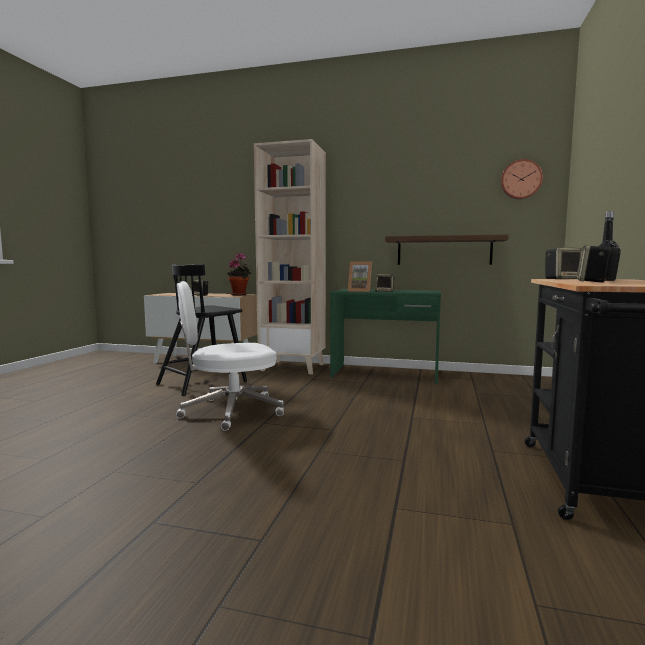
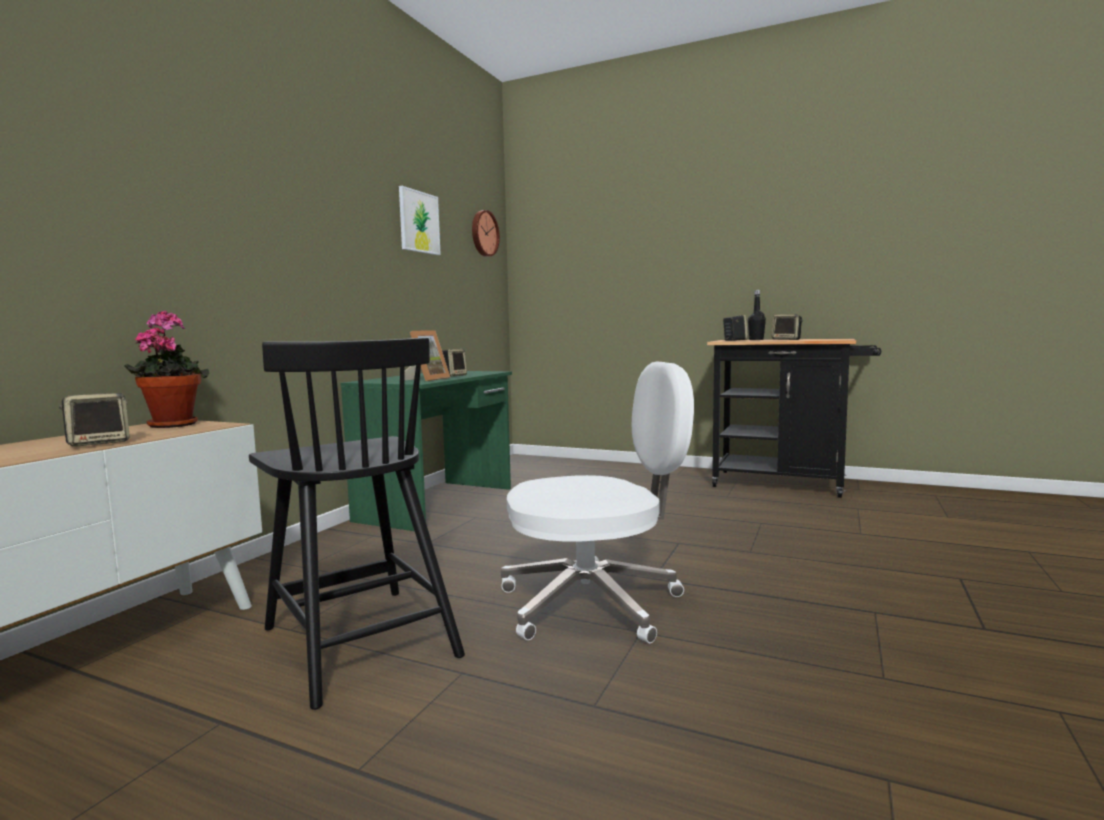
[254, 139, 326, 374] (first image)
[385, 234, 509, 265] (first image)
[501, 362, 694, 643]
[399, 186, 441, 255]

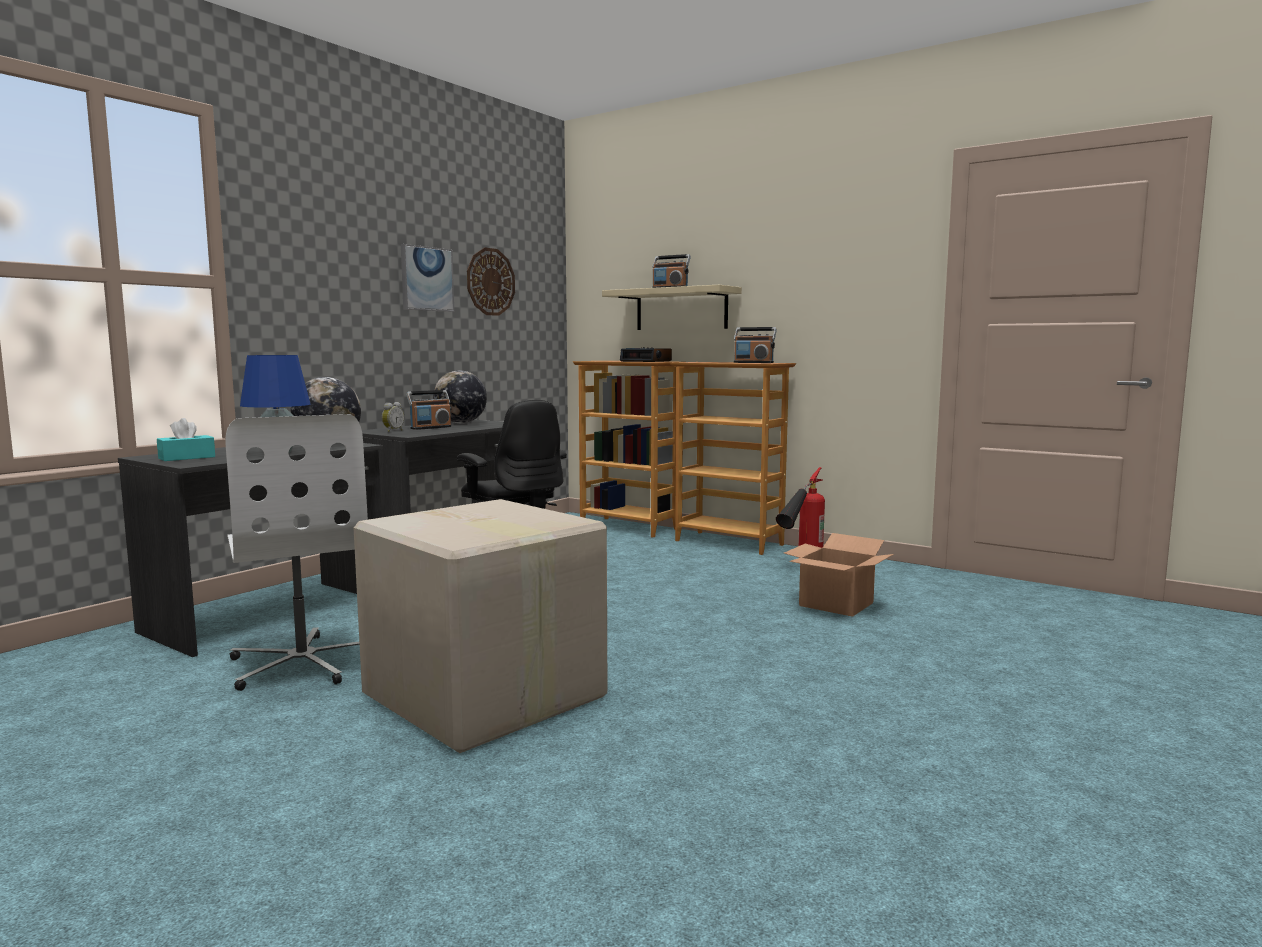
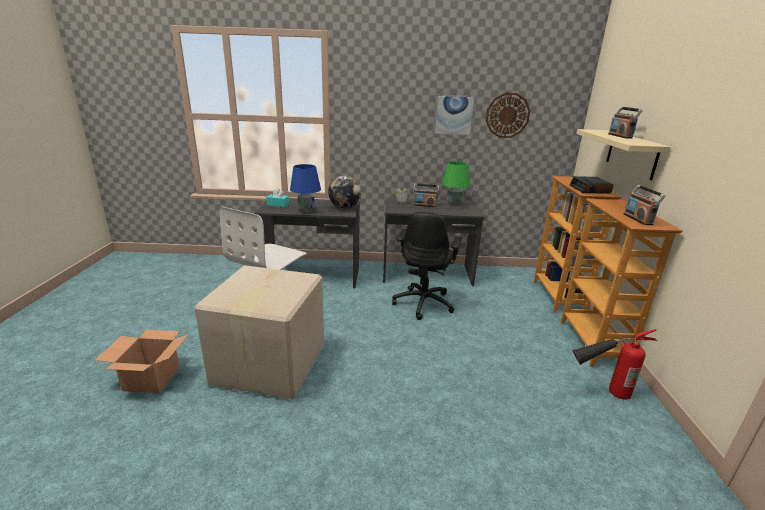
[442, 161, 470, 206]
[95, 330, 189, 393]

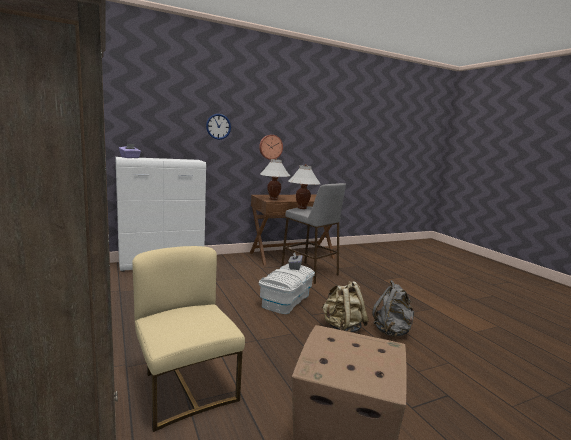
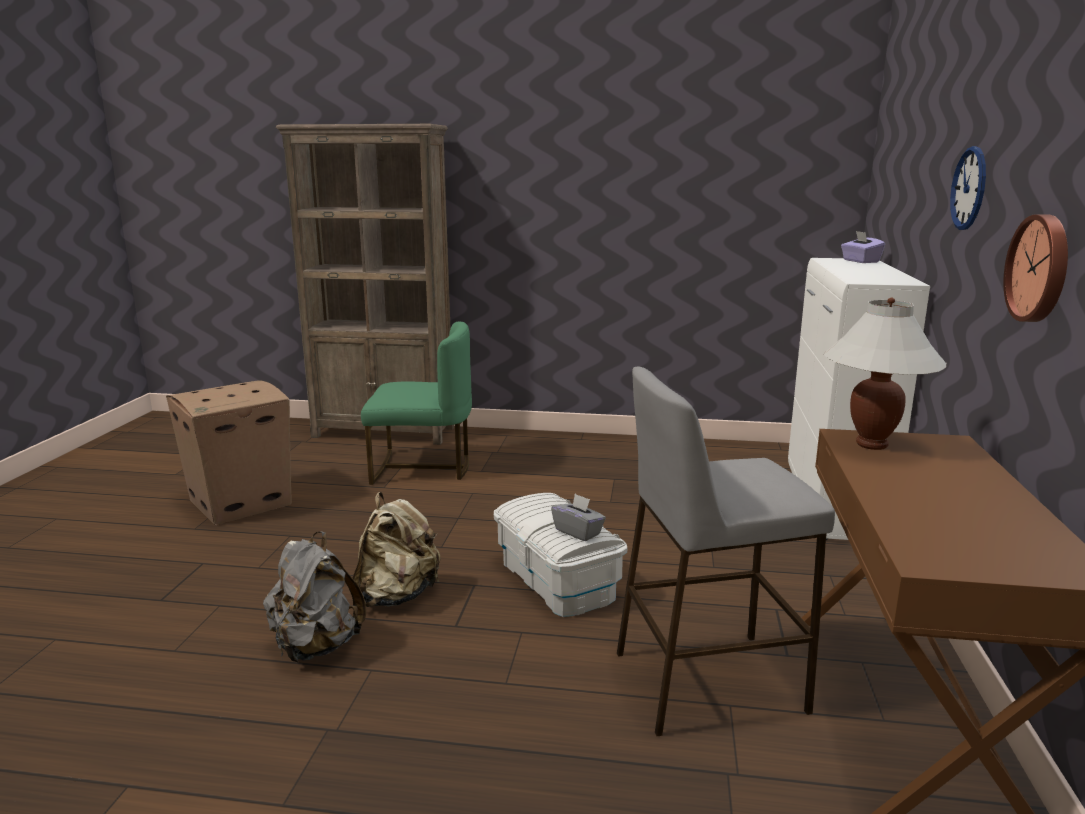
[288, 164, 321, 209] (first image)
[361, 322, 472, 485]

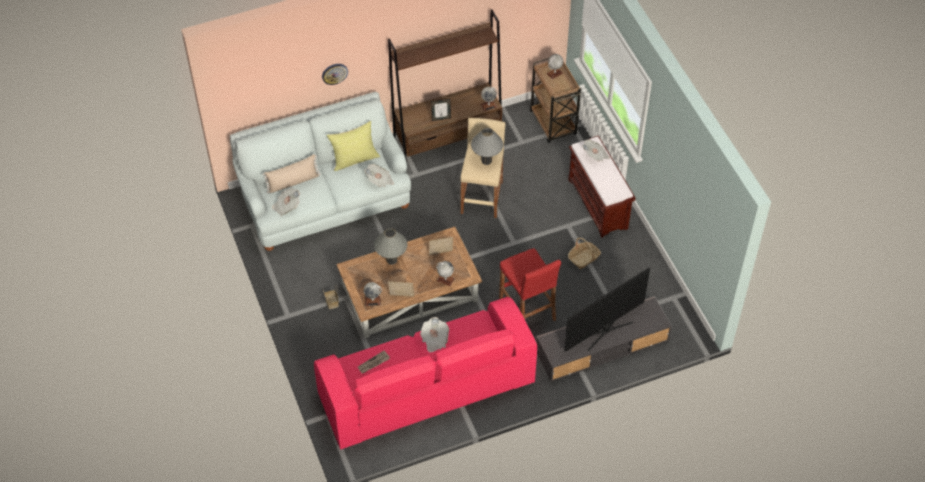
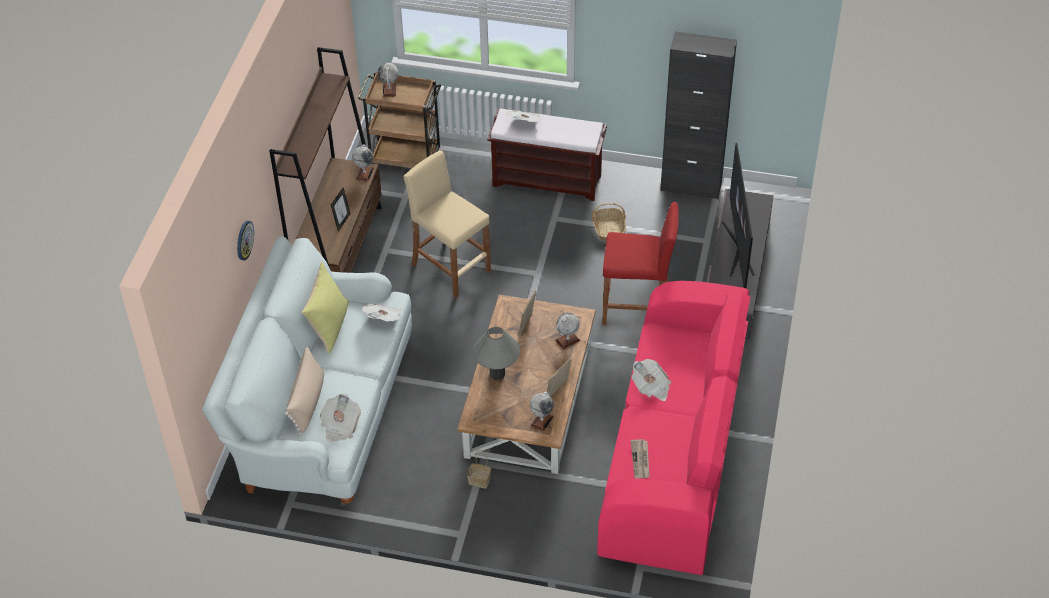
[471, 128, 503, 165] (first image)
[660, 31, 737, 199]

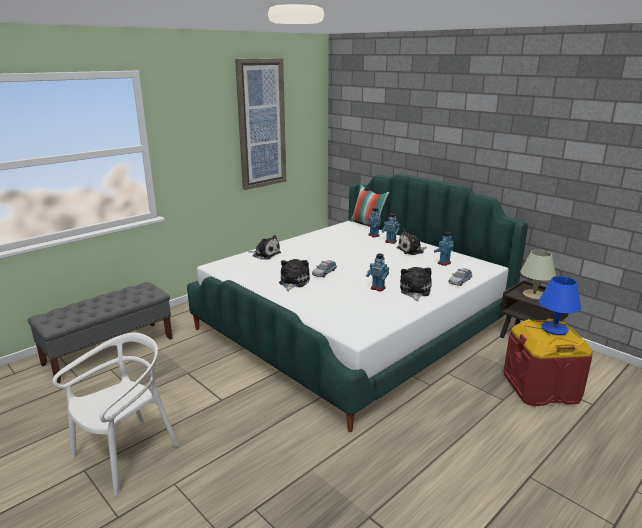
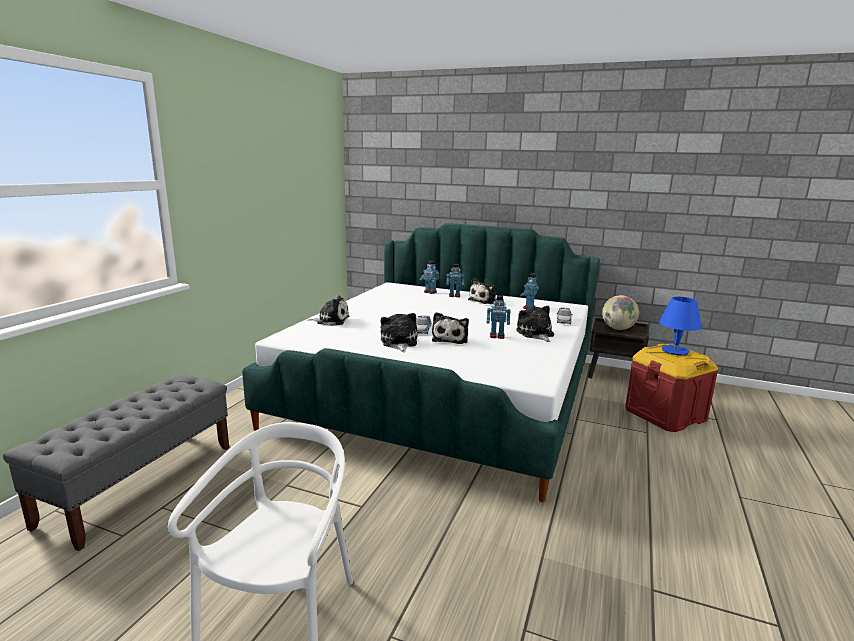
[235, 58, 286, 190] (first image)
[350, 185, 390, 227] (first image)
[602, 295, 639, 330]
[432, 312, 469, 344]

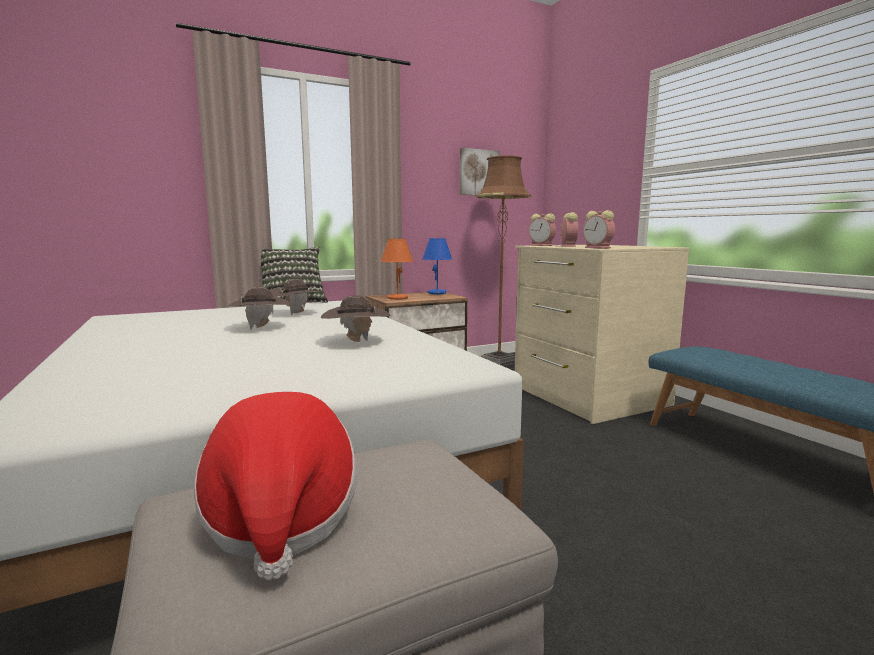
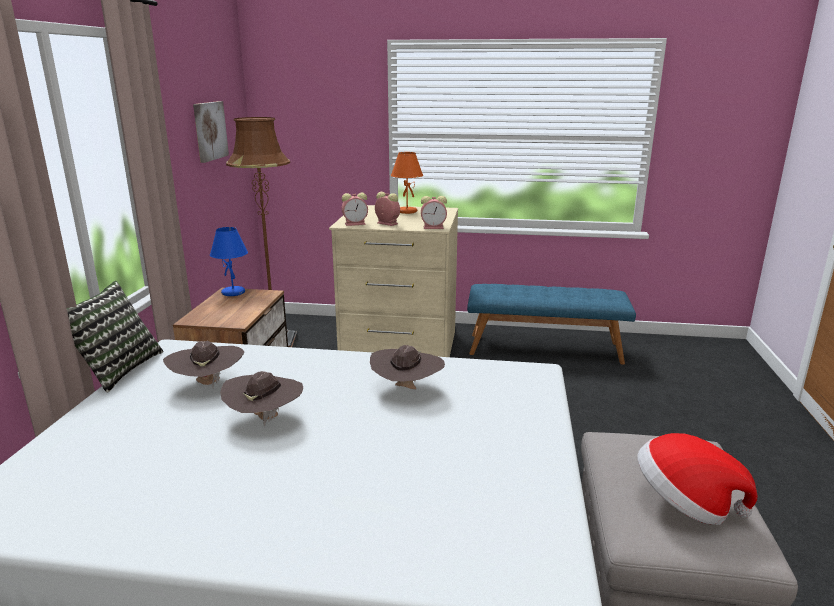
[391, 152, 423, 214]

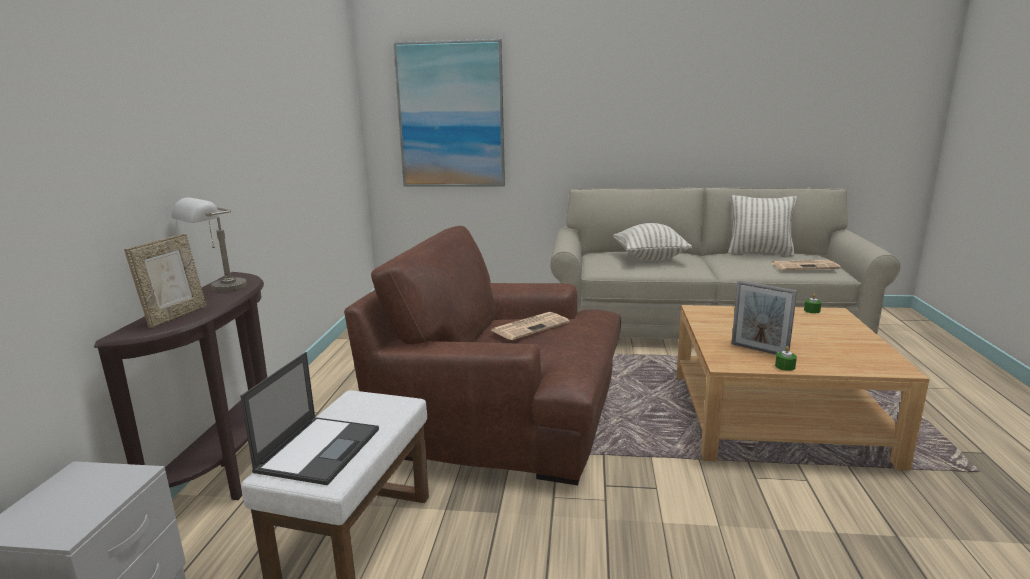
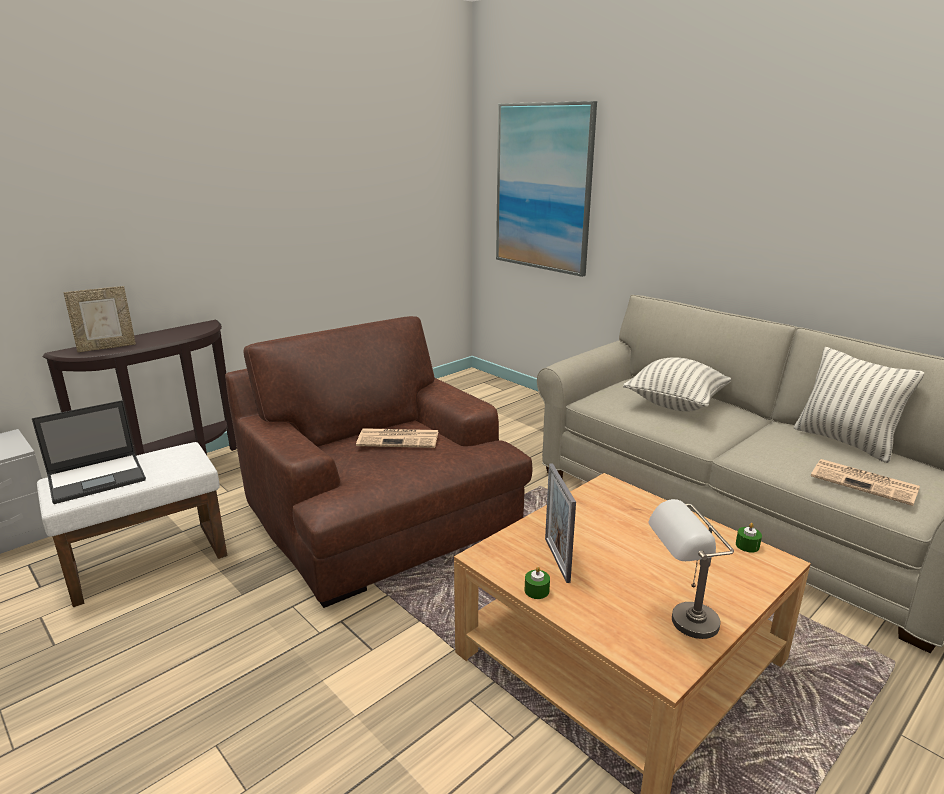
[648, 499, 734, 639]

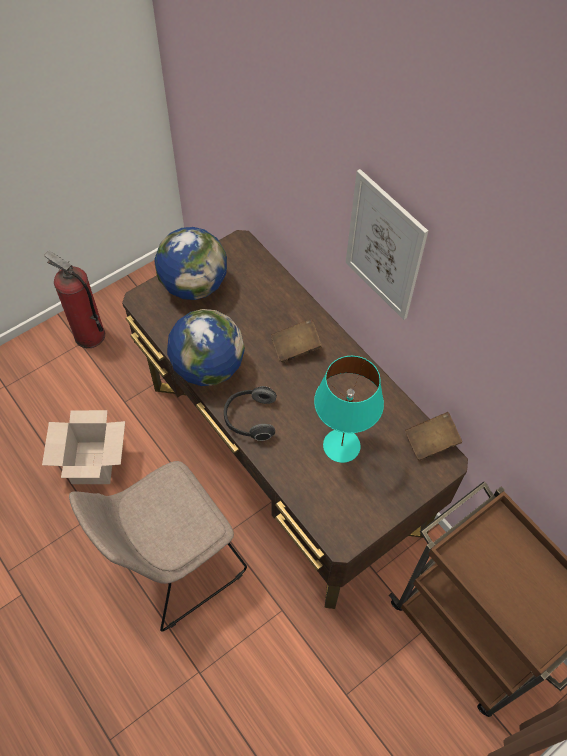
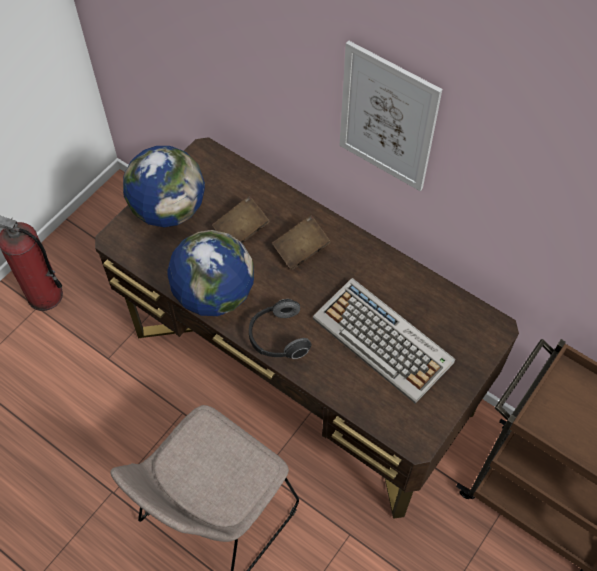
[313, 278, 455, 404]
[42, 410, 125, 484] (first image)
[212, 196, 270, 243]

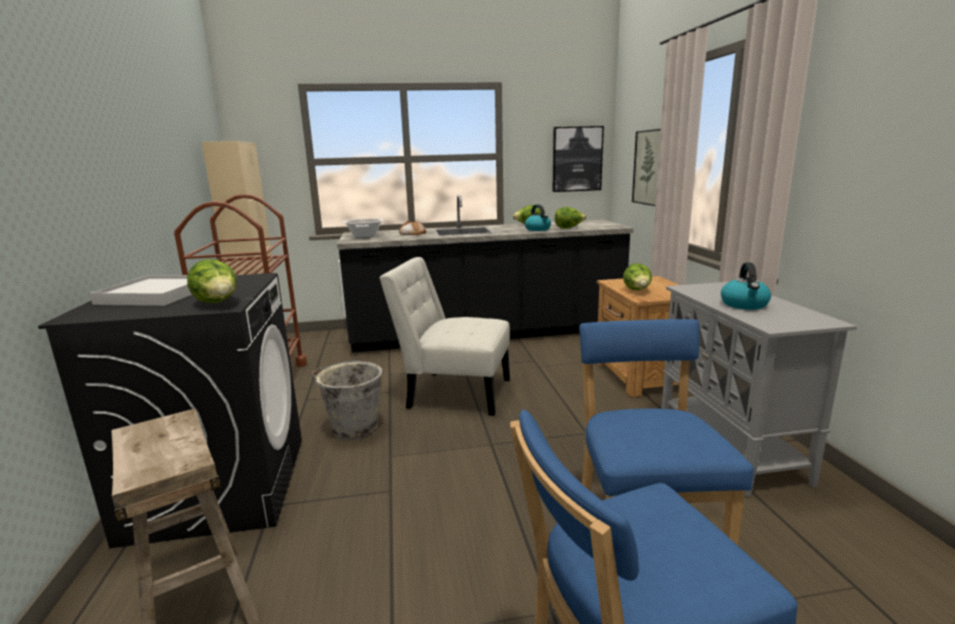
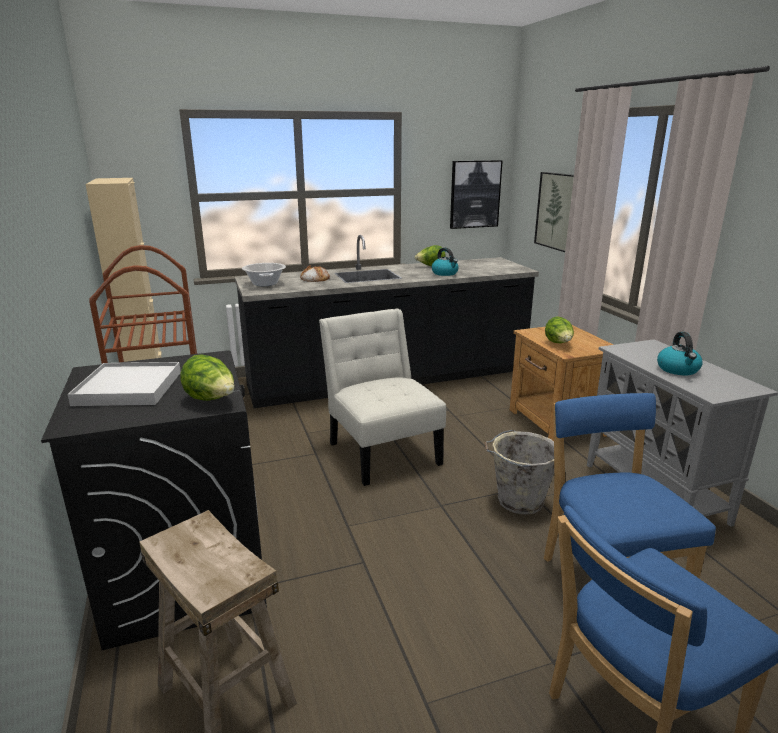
[555, 207, 586, 228] (first image)
[319, 309, 446, 486]
[484, 430, 554, 515]

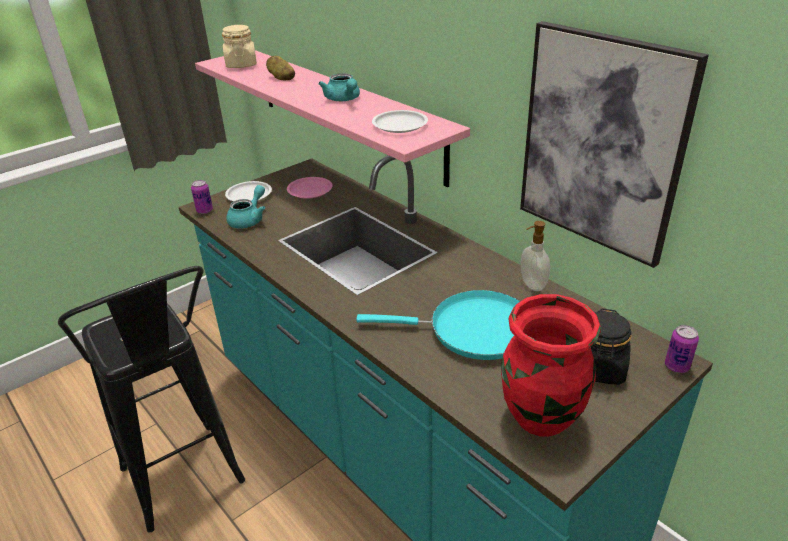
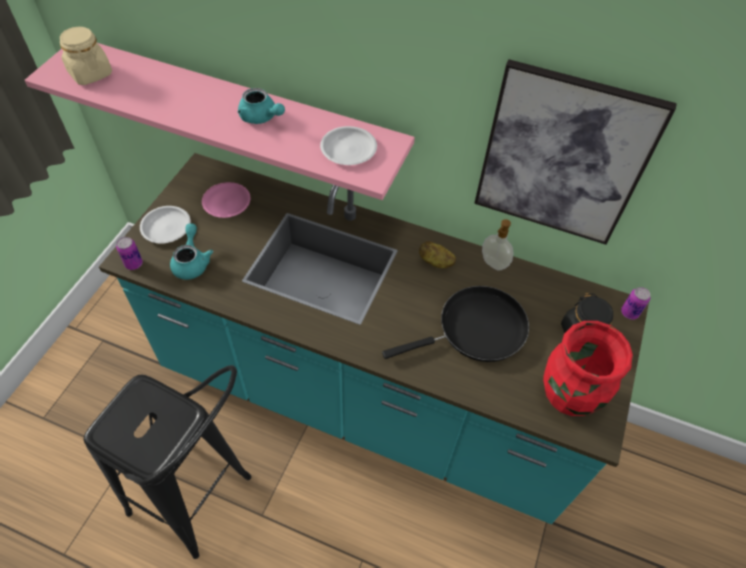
[419, 241, 456, 268]
[382, 286, 529, 362]

